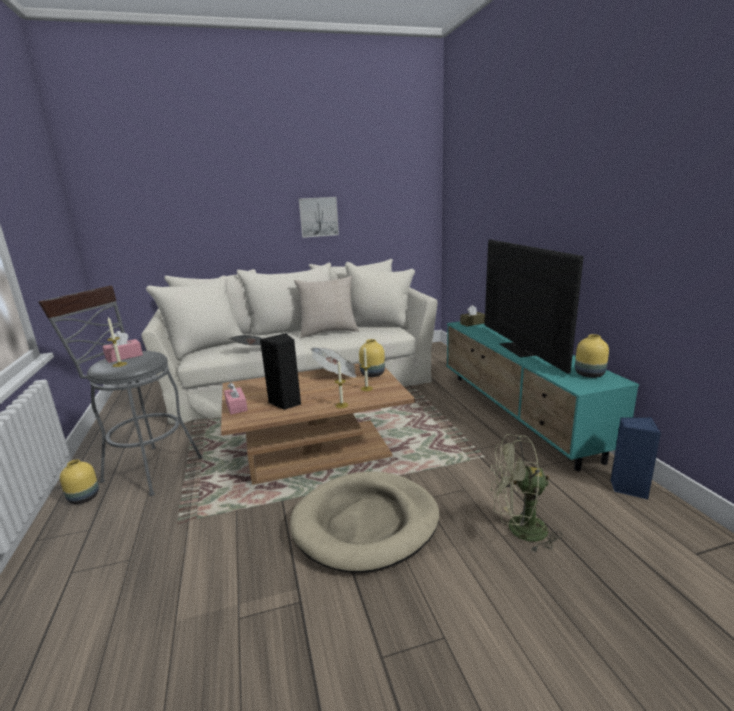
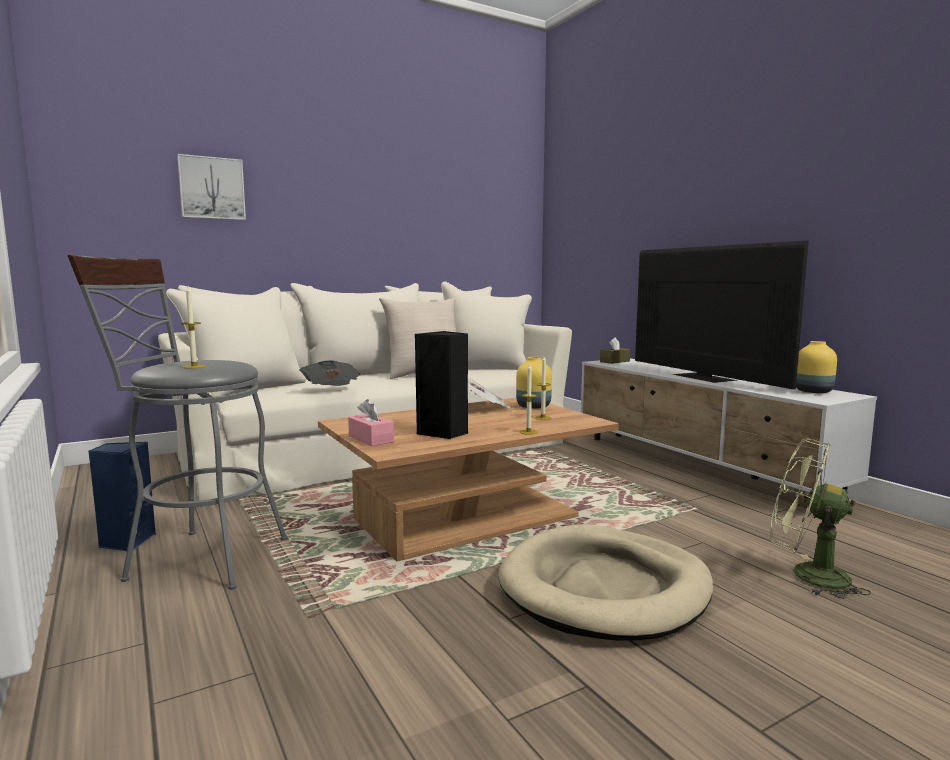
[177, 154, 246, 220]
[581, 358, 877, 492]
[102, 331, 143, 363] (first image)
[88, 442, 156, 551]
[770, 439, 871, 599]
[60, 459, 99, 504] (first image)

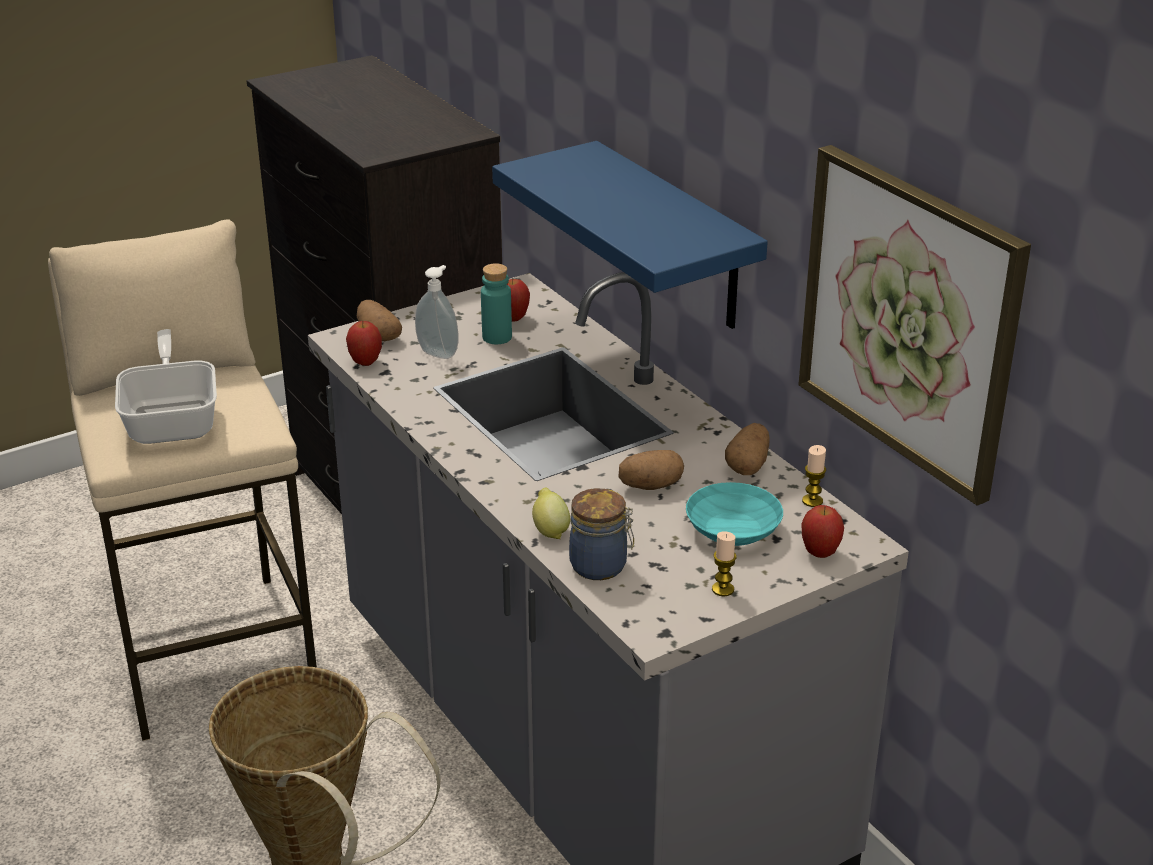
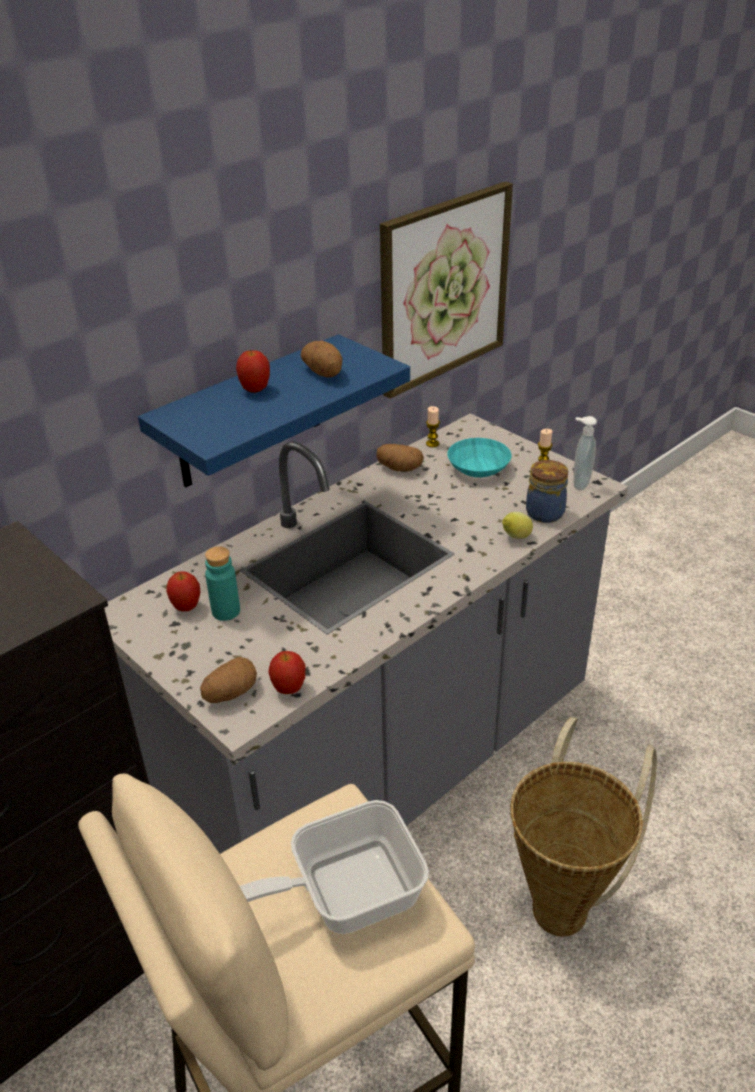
[574, 416, 597, 491]
[301, 341, 343, 378]
[236, 349, 270, 393]

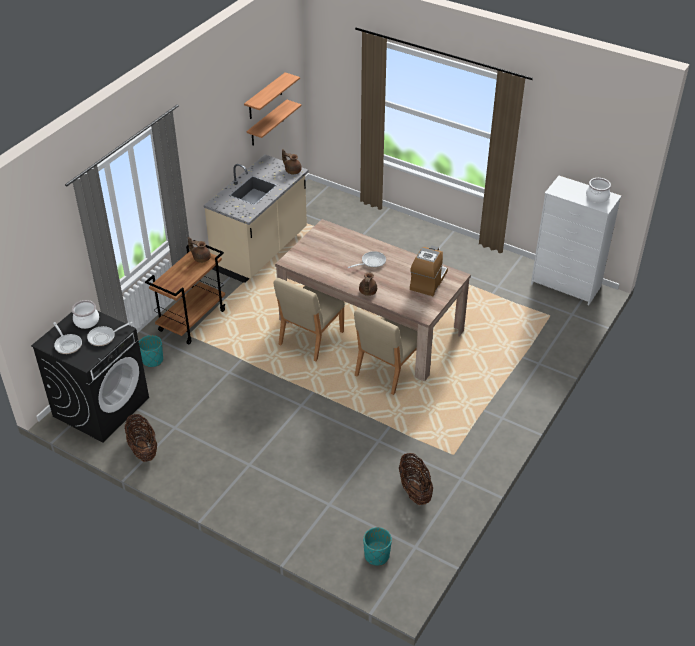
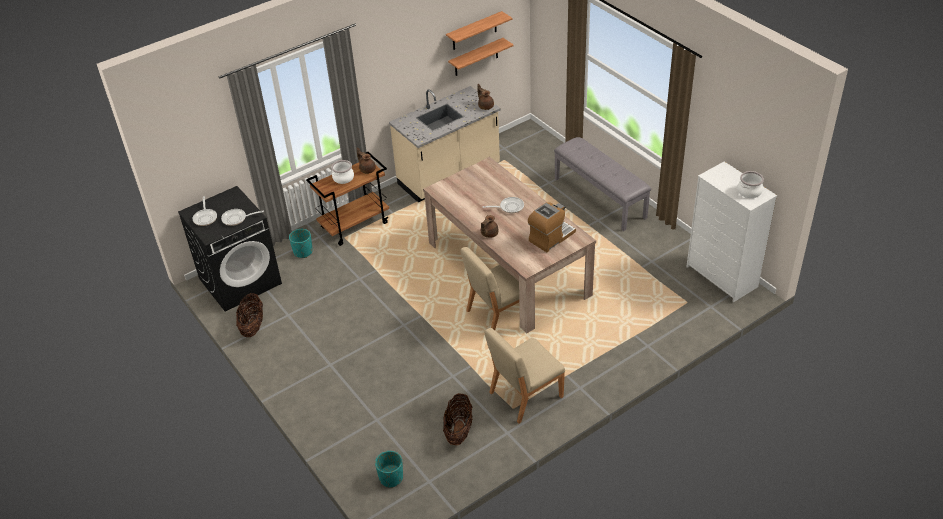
[485, 328, 565, 424]
[332, 160, 354, 184]
[554, 137, 651, 231]

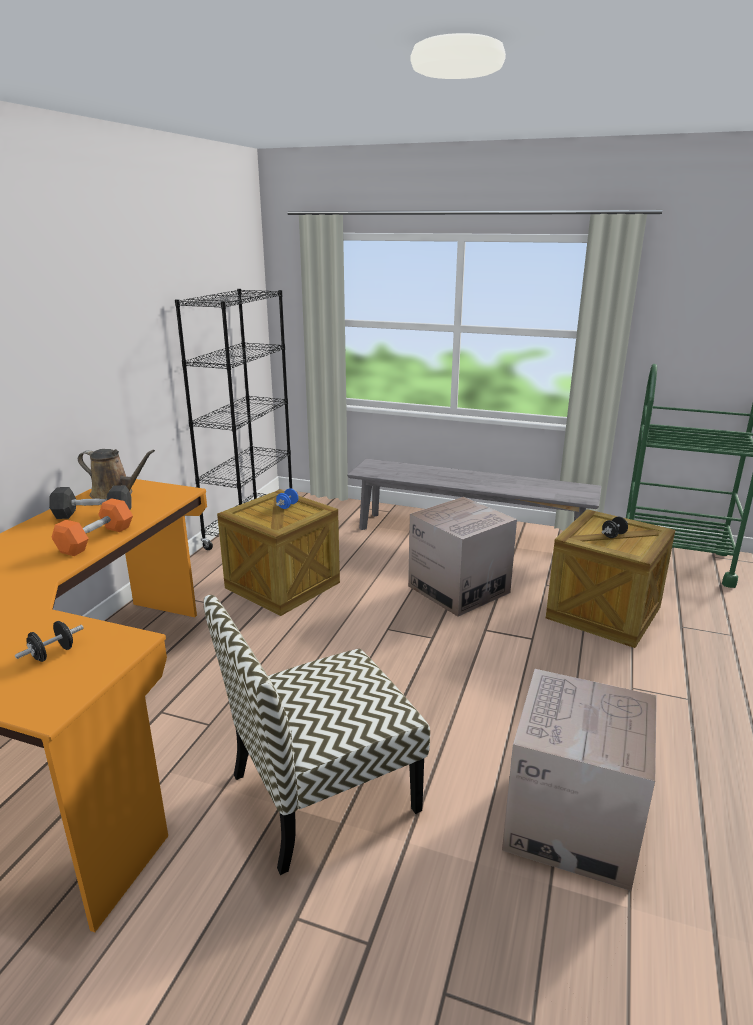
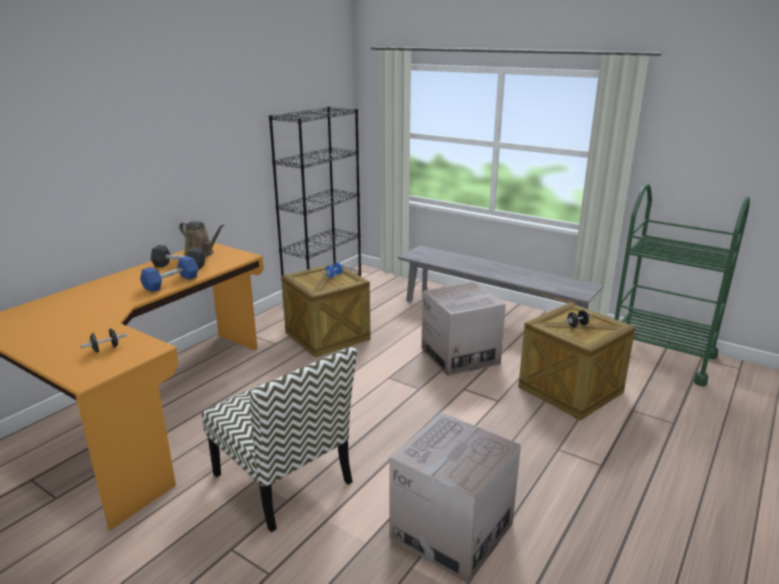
[140, 256, 198, 292]
[202, 346, 357, 532]

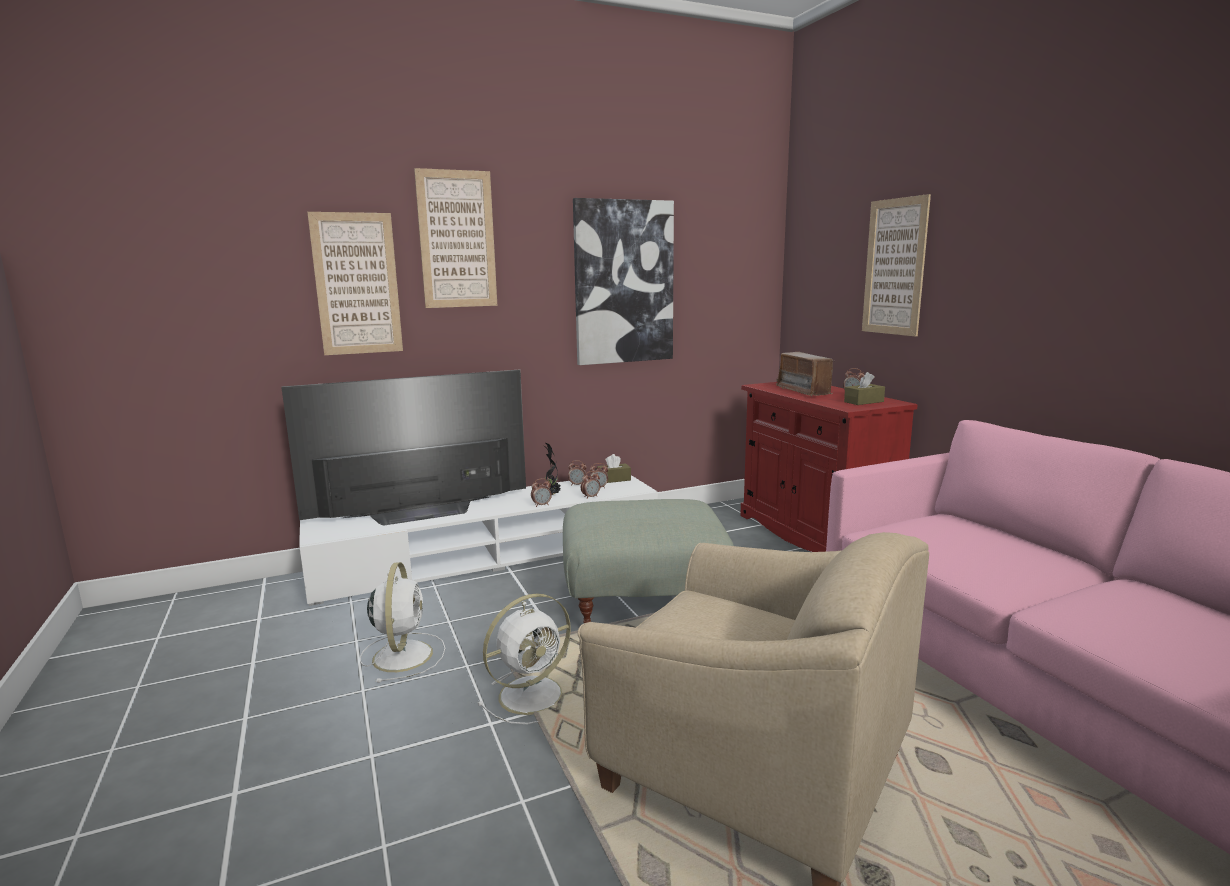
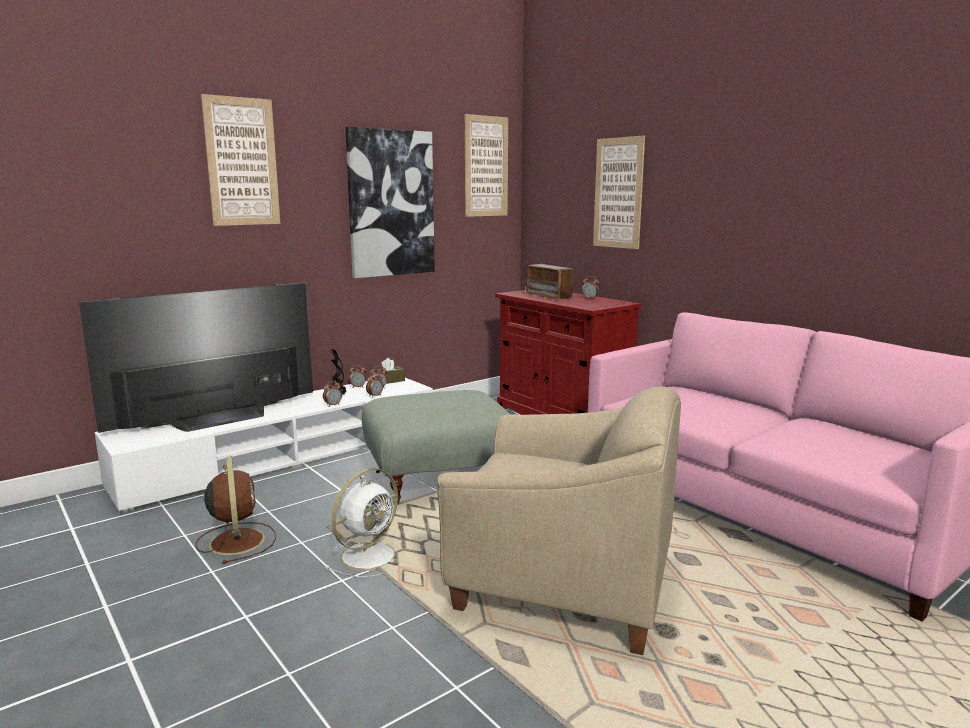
[465, 114, 508, 217]
[844, 372, 885, 405] (first image)
[195, 456, 276, 564]

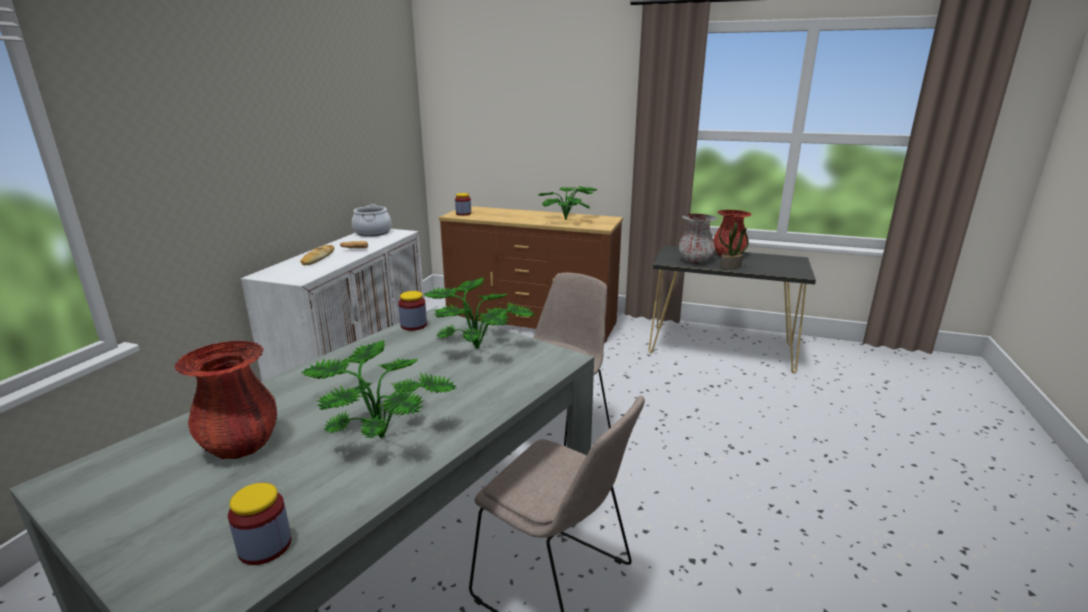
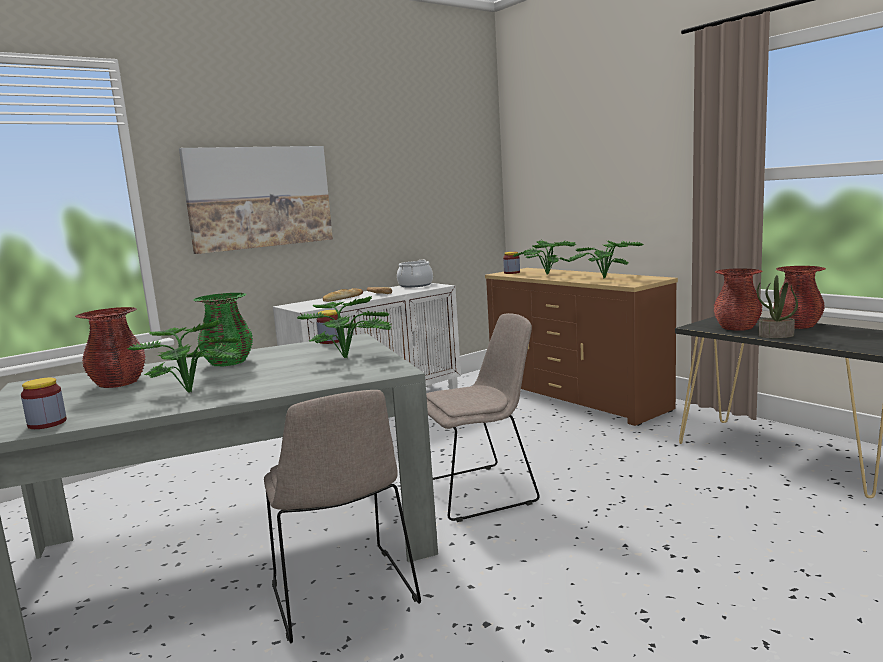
[714, 268, 763, 331]
[179, 146, 333, 254]
[513, 240, 576, 275]
[193, 293, 253, 366]

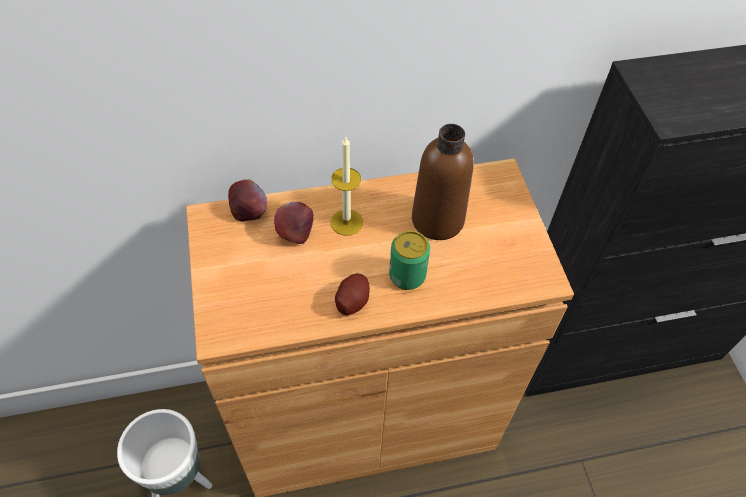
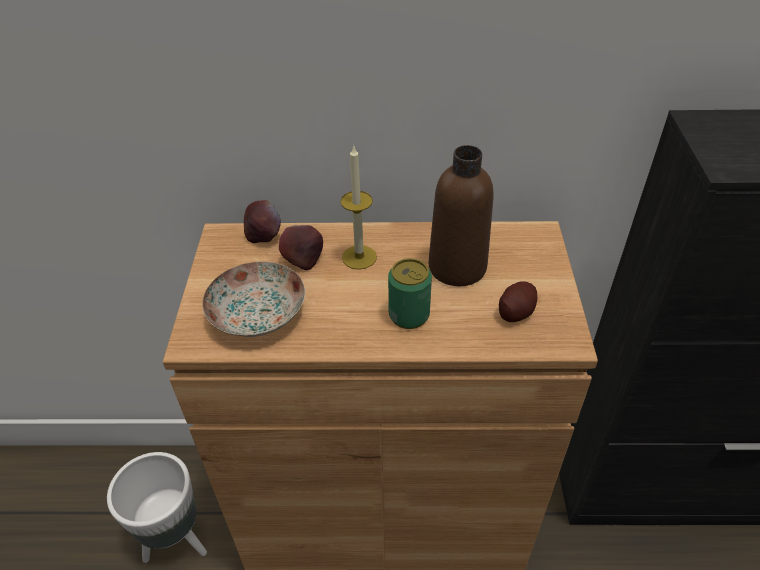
[499, 281, 537, 322]
[202, 262, 305, 337]

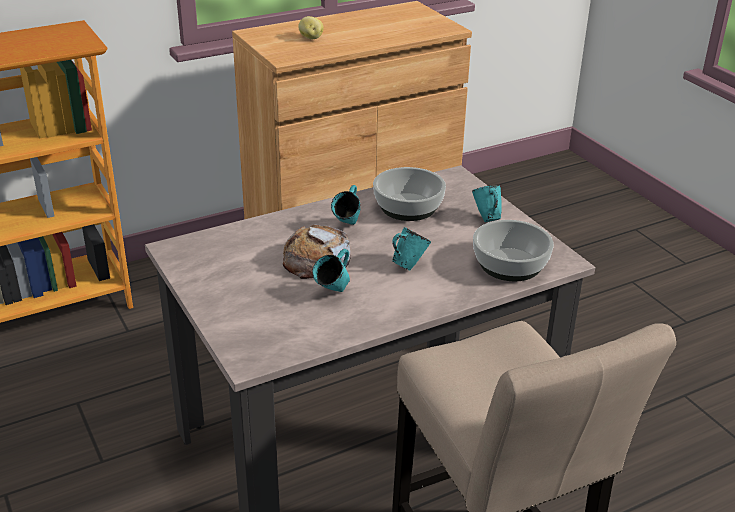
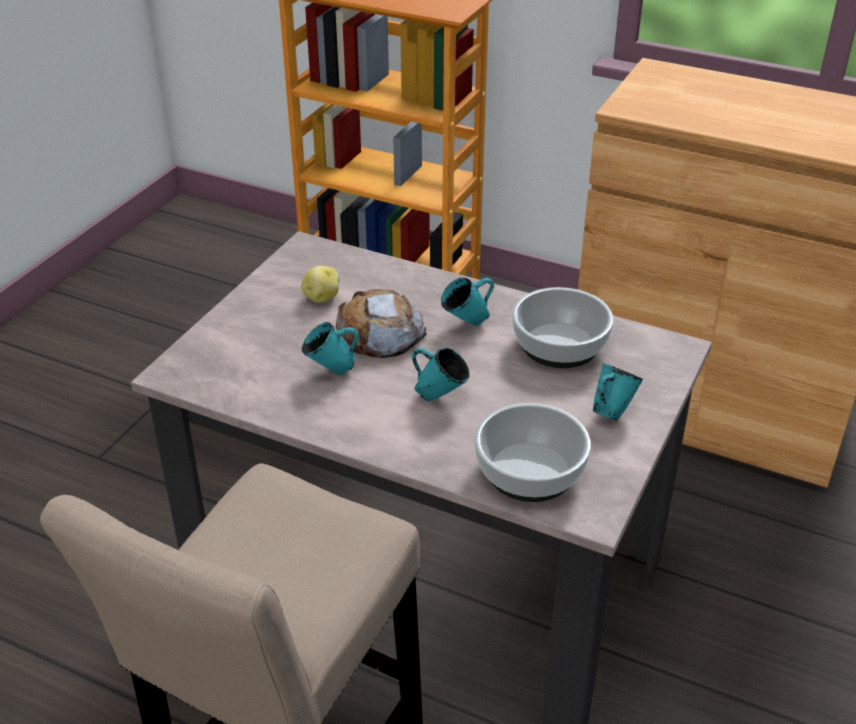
[301, 266, 339, 303]

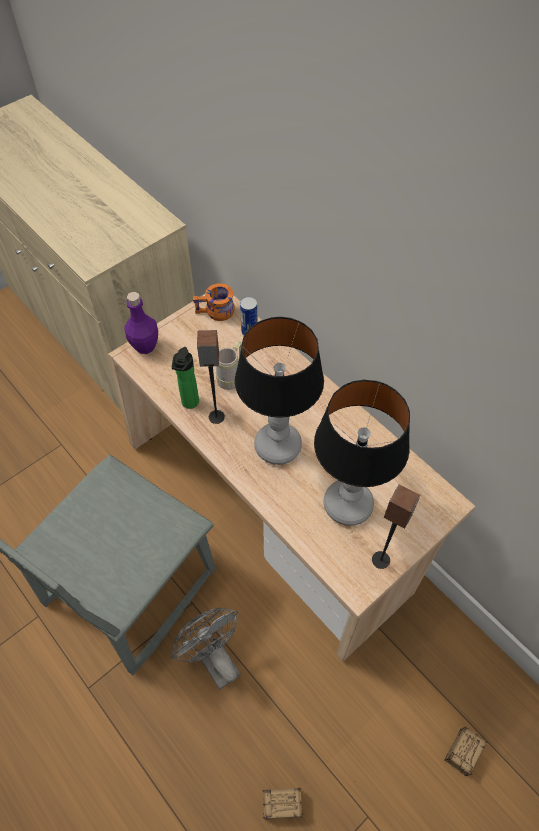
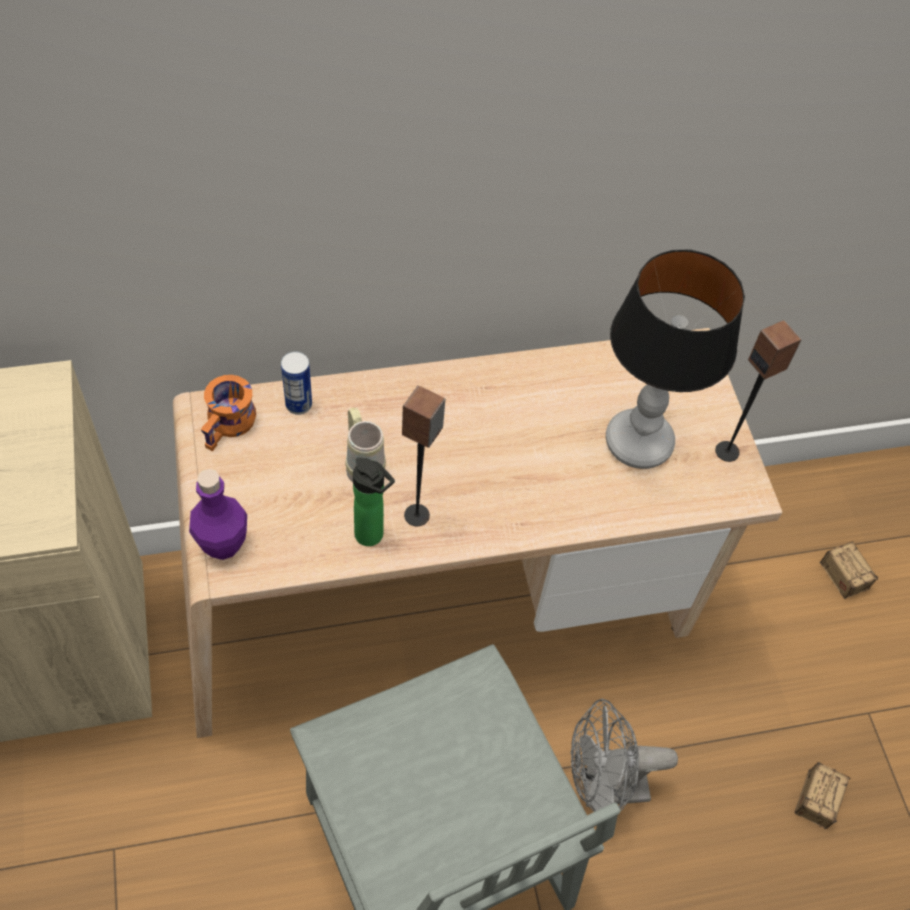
[235, 317, 324, 465] (first image)

